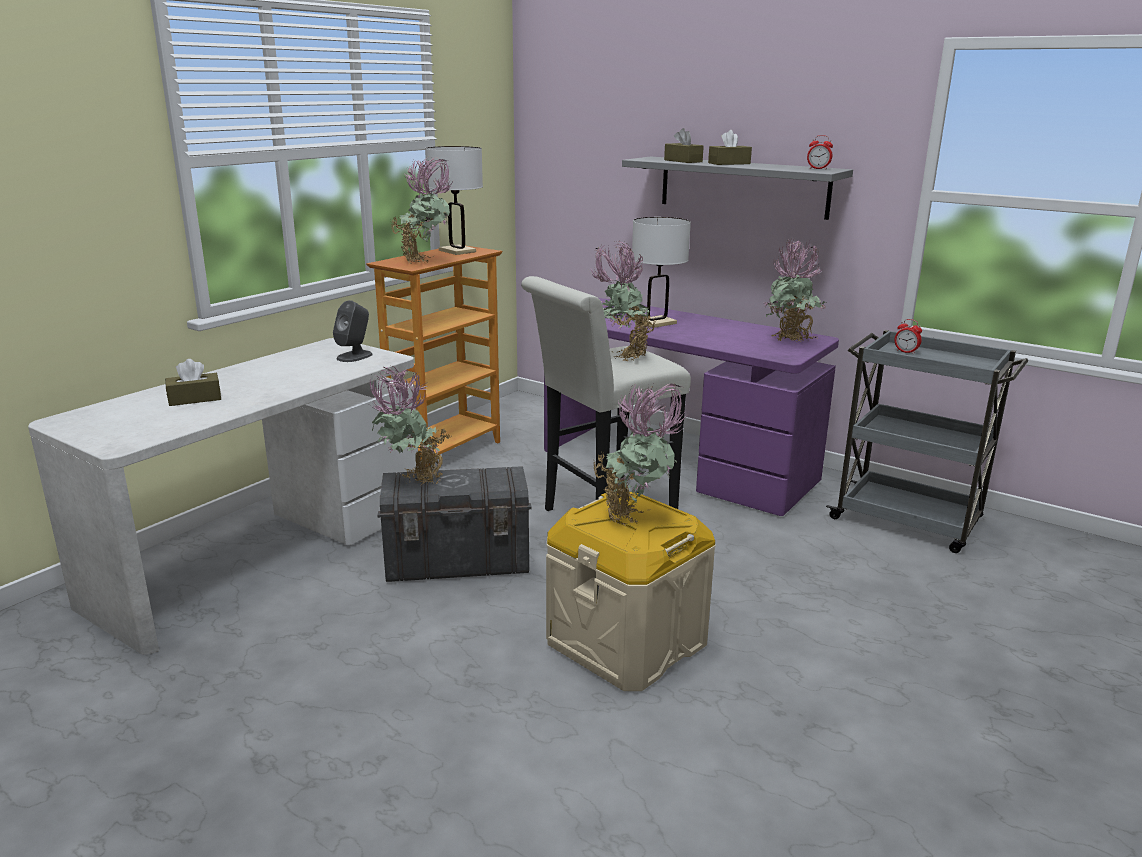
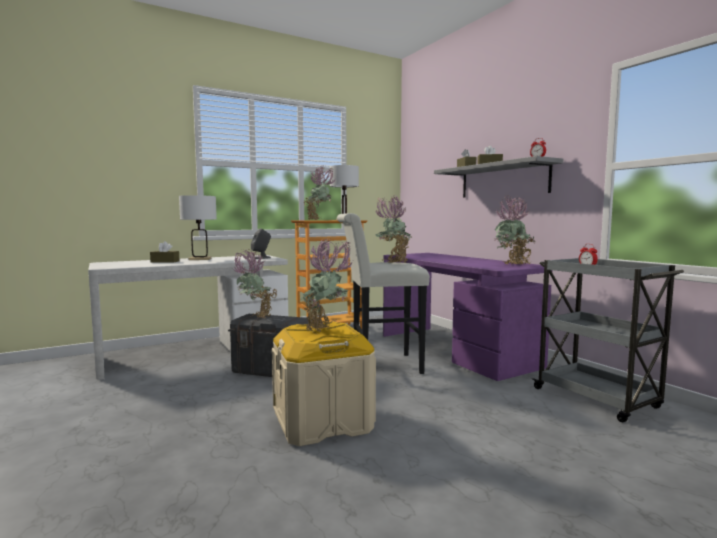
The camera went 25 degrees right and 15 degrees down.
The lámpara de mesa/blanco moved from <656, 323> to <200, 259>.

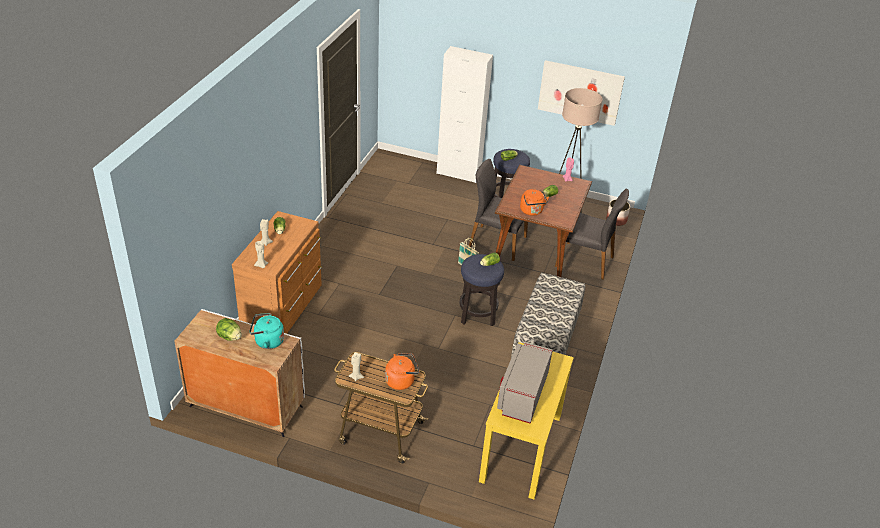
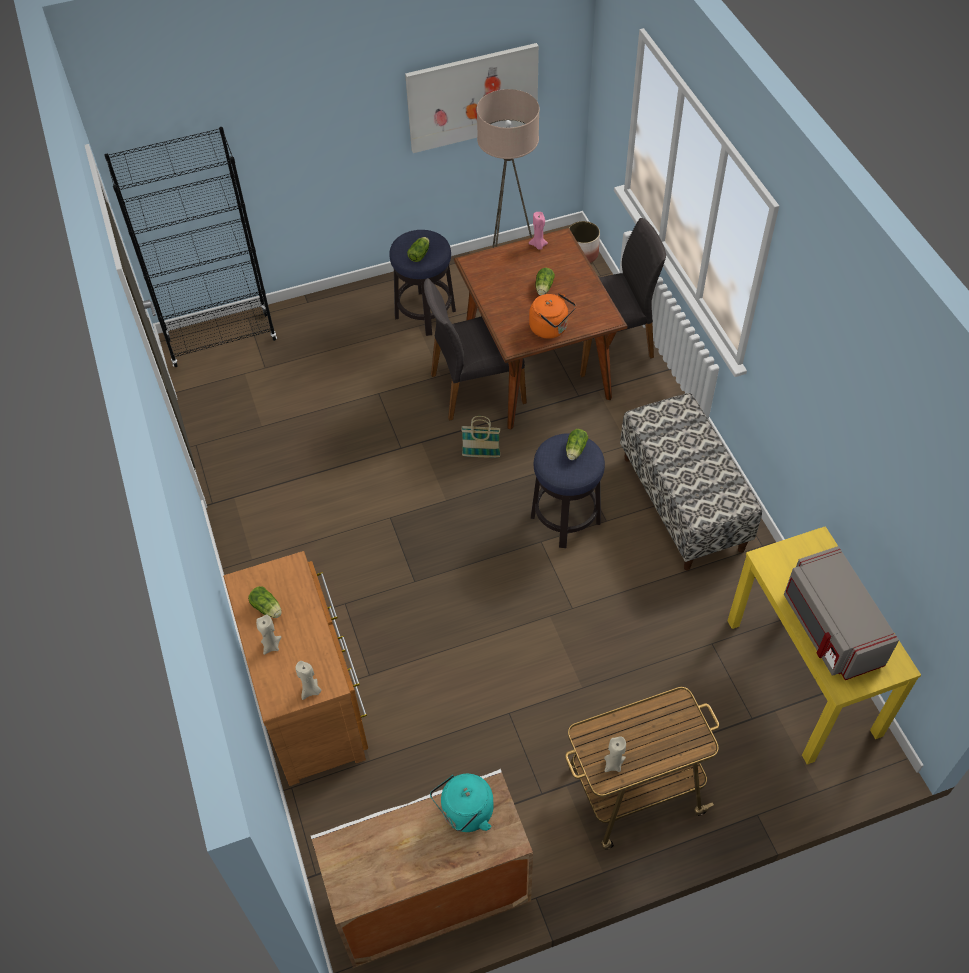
The camera went 35 degrees left and 15 degrees up.
The armario/blanco at <458, 173> disappeared.
The lechuga at <229, 337> disappeared.
The hervidor/naranja at <401, 380> disappeared.
The estantería/negro at <221, 339> appeared.

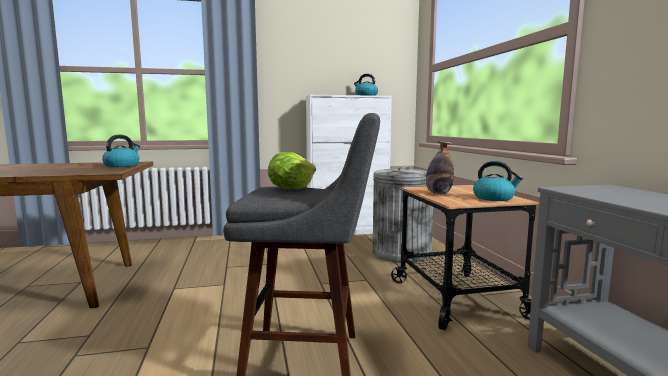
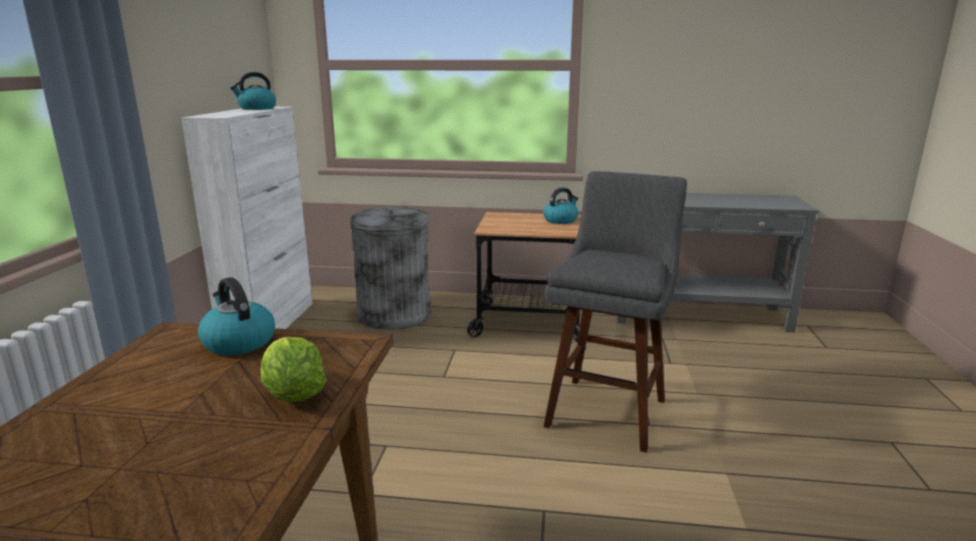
The camera went 70 degrees left and 10 degrees up.
The botella at <438, 193> disappeared.
The lechuga moved from <291, 188> to <293, 394>.

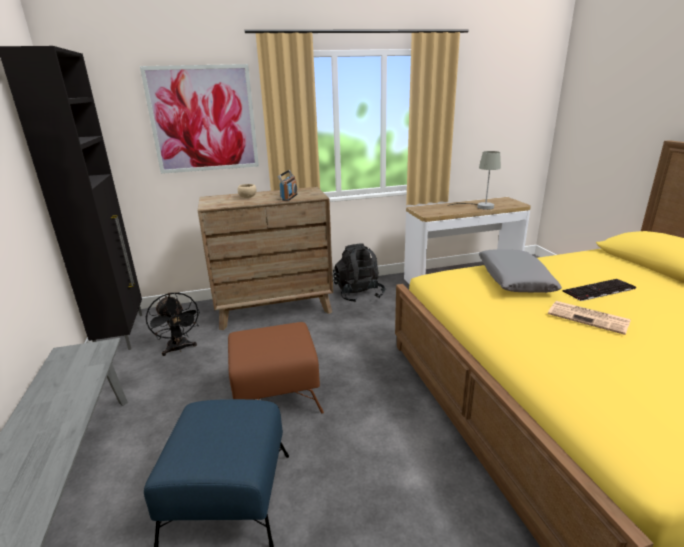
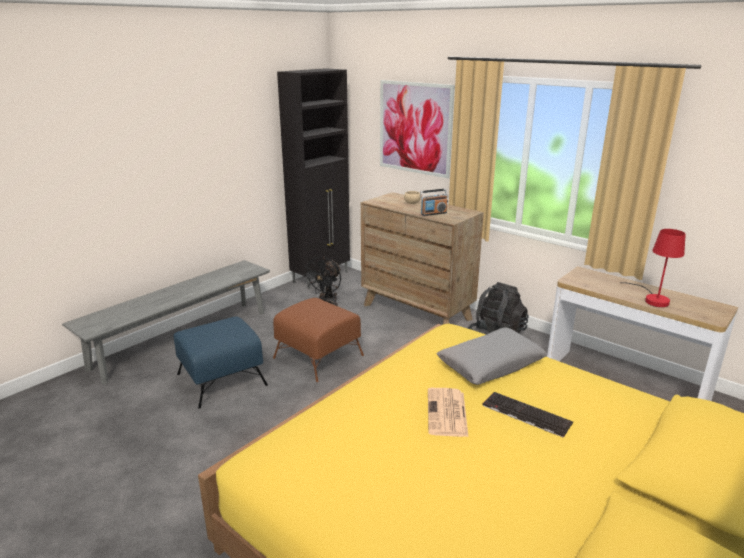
The camera went 55 degrees right and 0 degrees up.
The lámpara de mesa/gris at <480, 207> became the lámpara de mesa/rojo at <653, 299>.

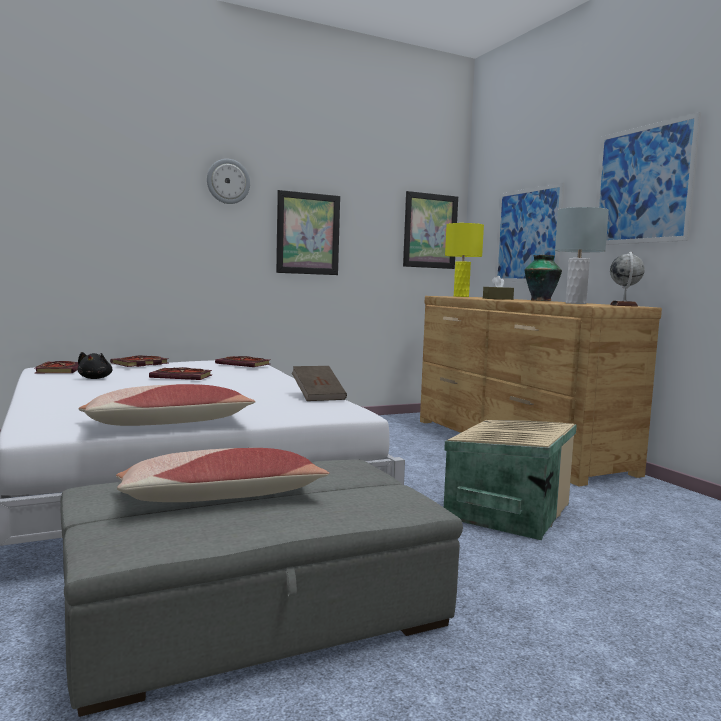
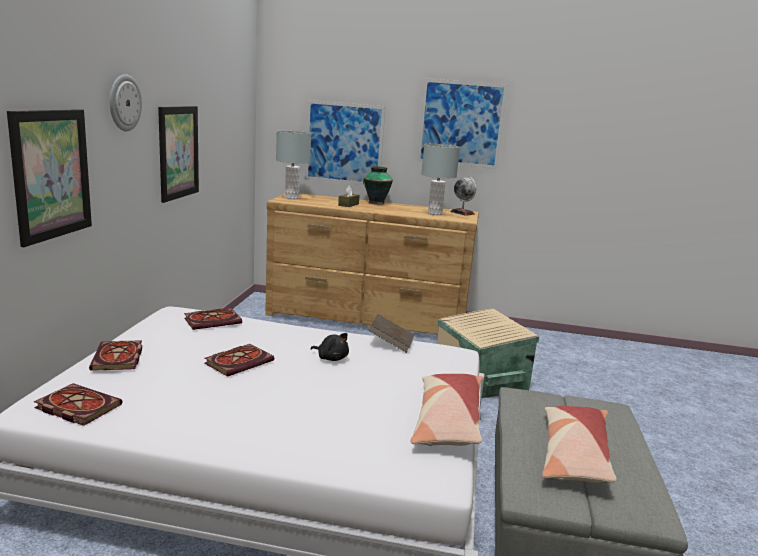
The camera went 55 degrees left and 10 degrees up.
The cuadro moved from <430, 231> to <52, 174>.
The lámpara de mesa/amarillo at <461, 296> became the lámpara de mesa/gris at <292, 198>.
The peluche/negro moved from <95, 378> to <331, 358>.

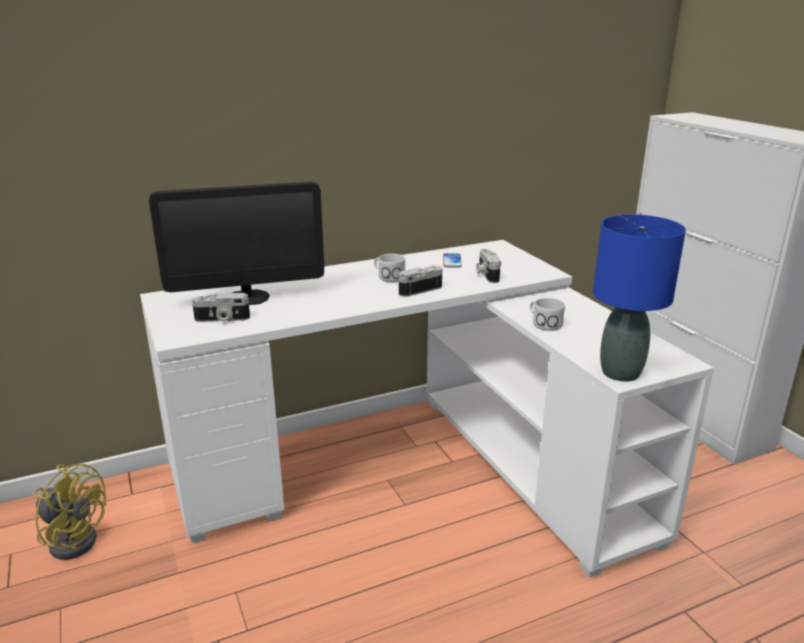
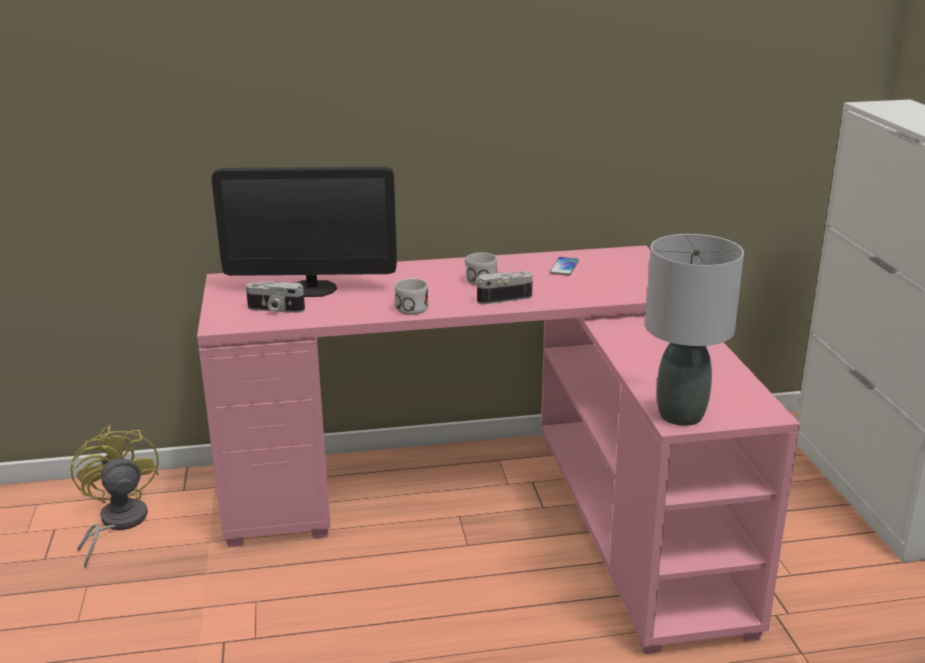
The camera went 15 degrees right and 0 degrees up.
The lámpara de mesa/azul at <619, 372> became the lámpara de mesa/gris at <680, 415>.
The escritorio/blanco at <418, 466> became the escritorio/rosa at <500, 506>.
The cámara at <486, 274> disappeared.
The taza grande/blanco moved from <543, 323> to <410, 306>.
The ventilador/amarillo at <74, 538> turned 150 degrees counterclockwise.

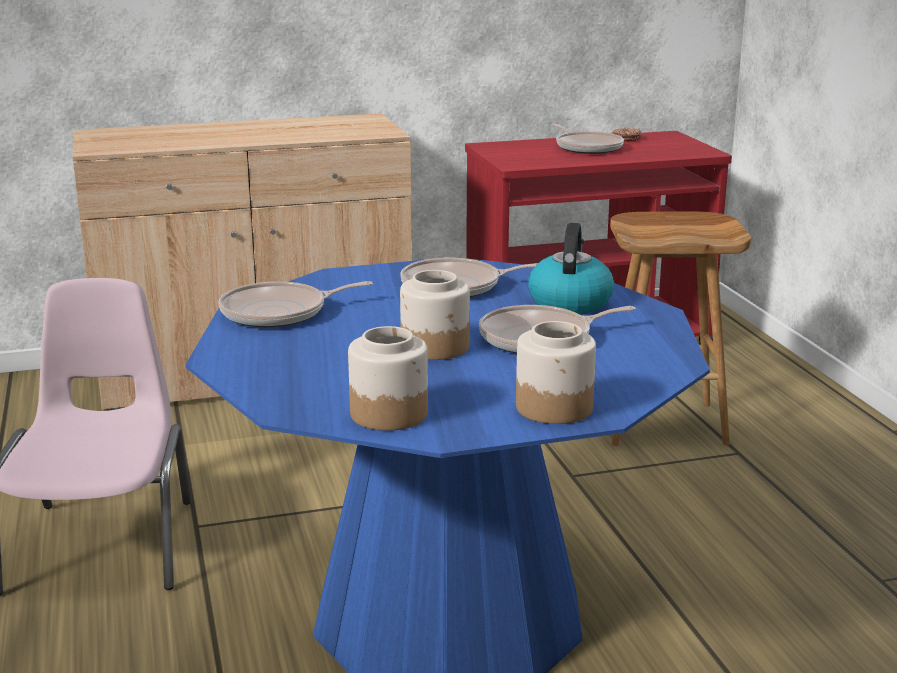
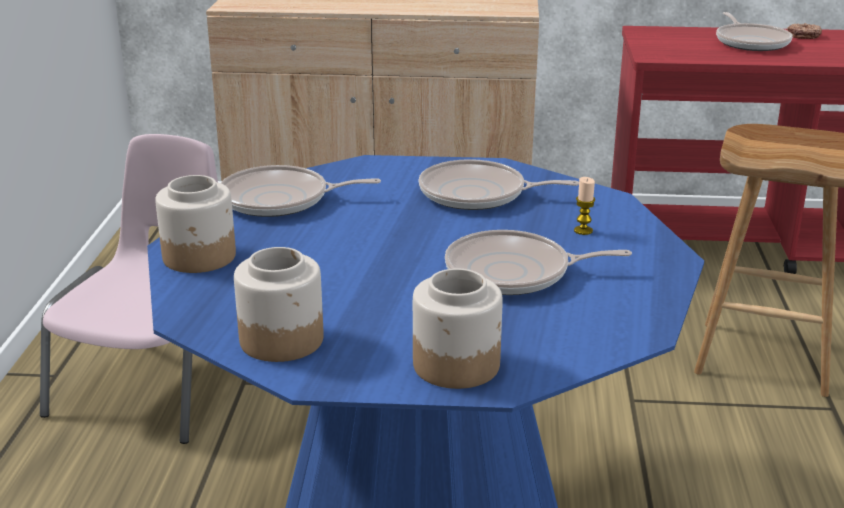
The camera went 20 degrees right and 5 degrees up.
The hervidor at <569, 302> was replaced by the vela at <583, 230>.
The tarro moved from <436, 347> to <200, 257>.

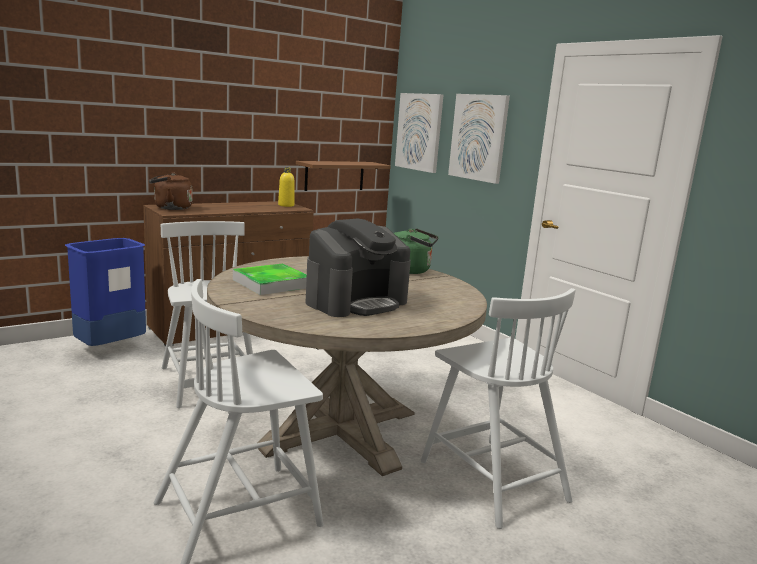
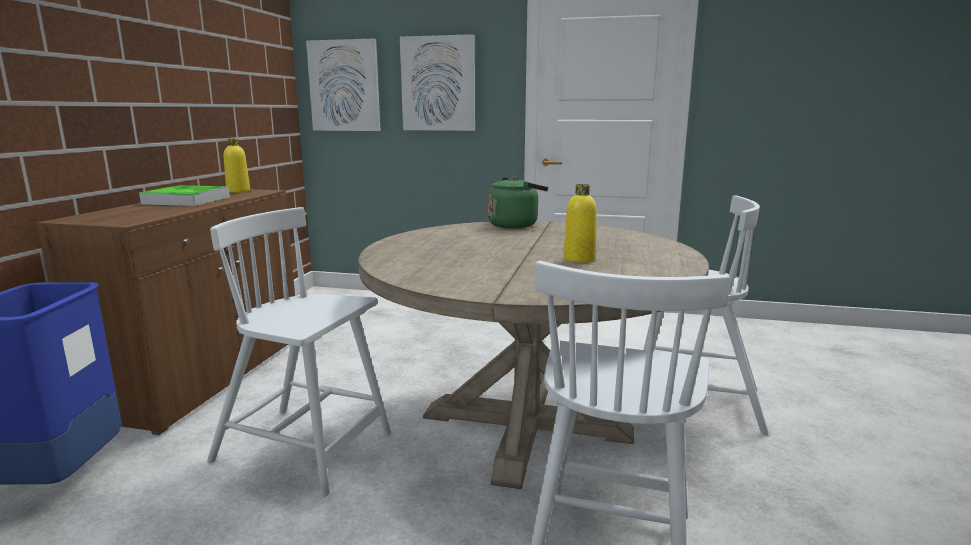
The camera went 40 degrees left and 0 degrees up.
The estante/marrón at <334, 175> disappeared.
The hervidor/marrón at <170, 208> disappeared.
The cafetera at <356, 302> was replaced by the botella/amarillo at <579, 259>.
The bandeja moved from <271, 283> to <187, 200>.

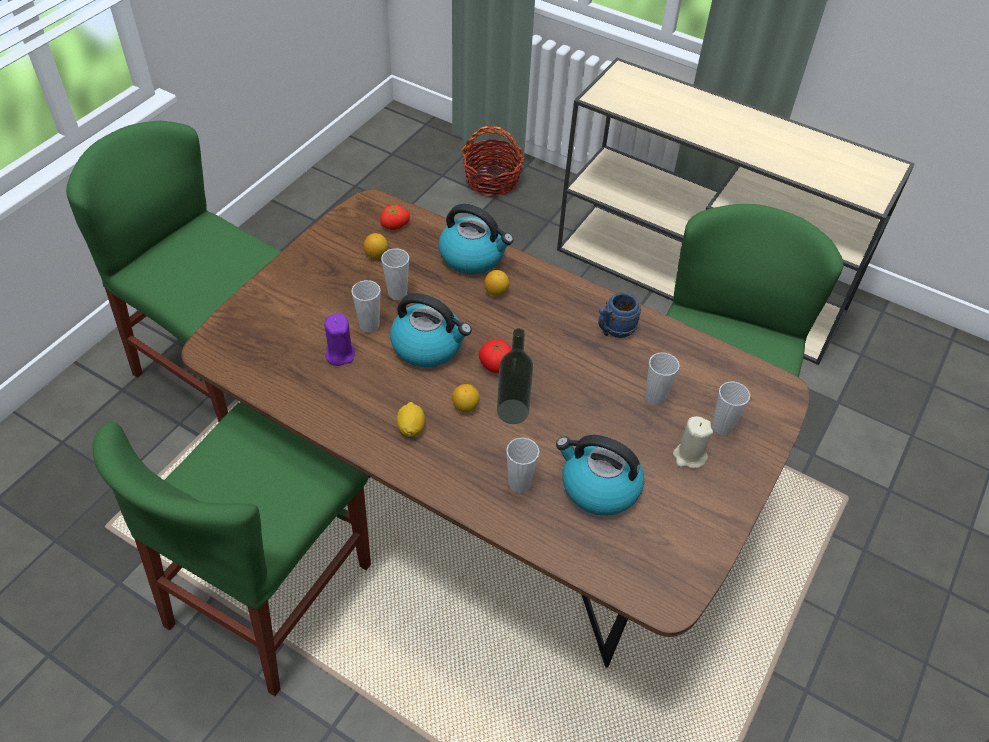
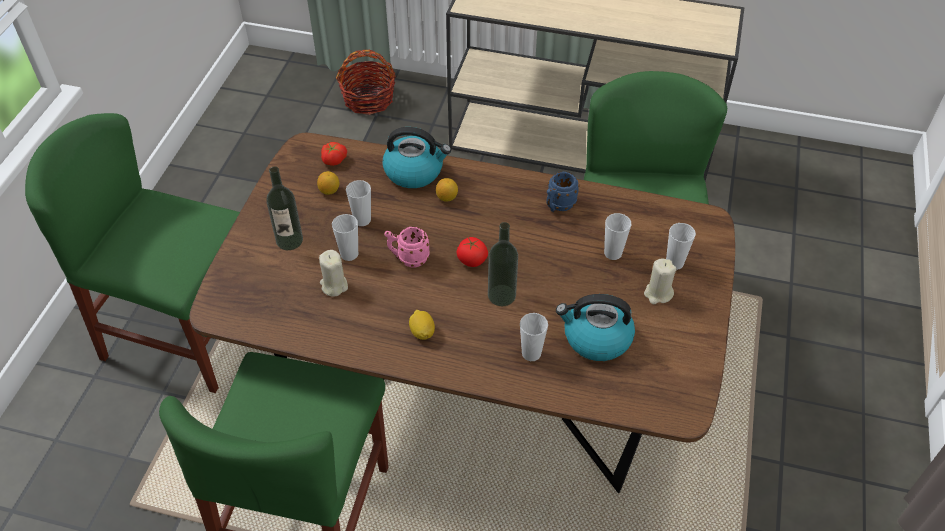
The camera went 15 degrees left and 0 degrees up.
The hervidor at <429, 346> was replaced by the taza grande/rosa at <408, 258>.
The vela/morado at <340, 354> became the vela/beis at <334, 285>.
The limón at <465, 407> disappeared.
The botella at <289, 240> appeared.

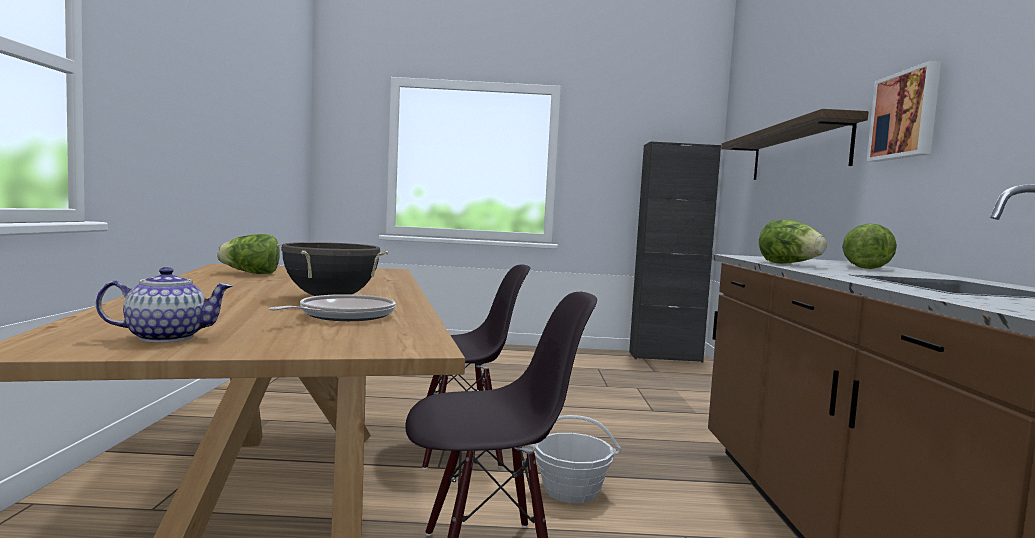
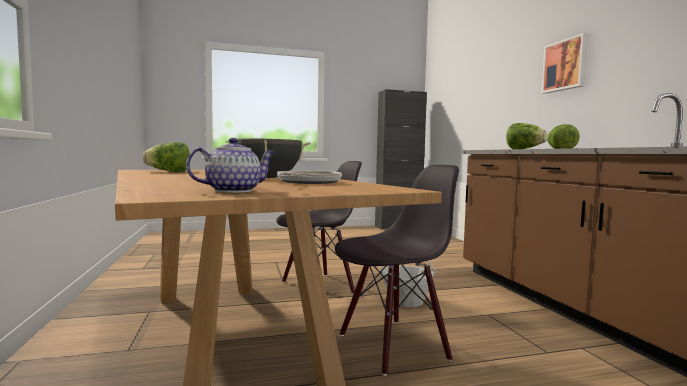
The camera went 15 degrees left and 0 degrees up.
The estante at <797, 152> disappeared.

